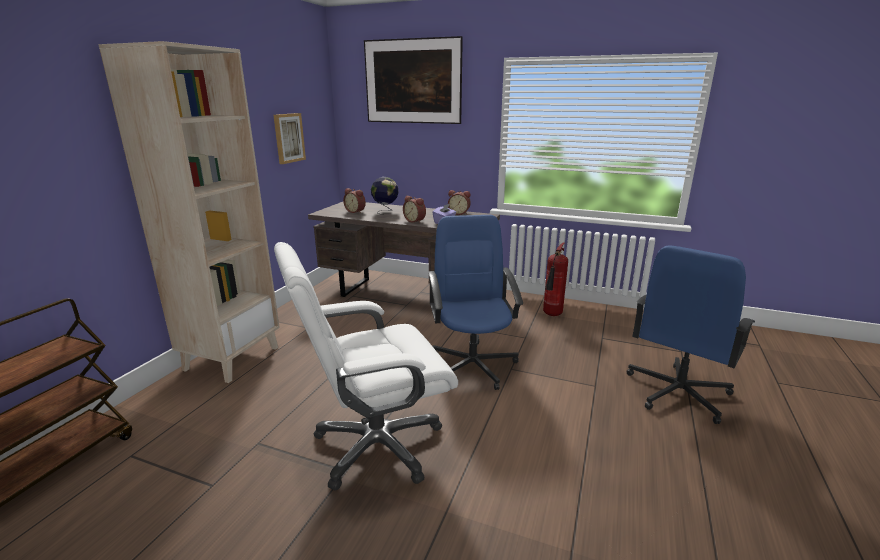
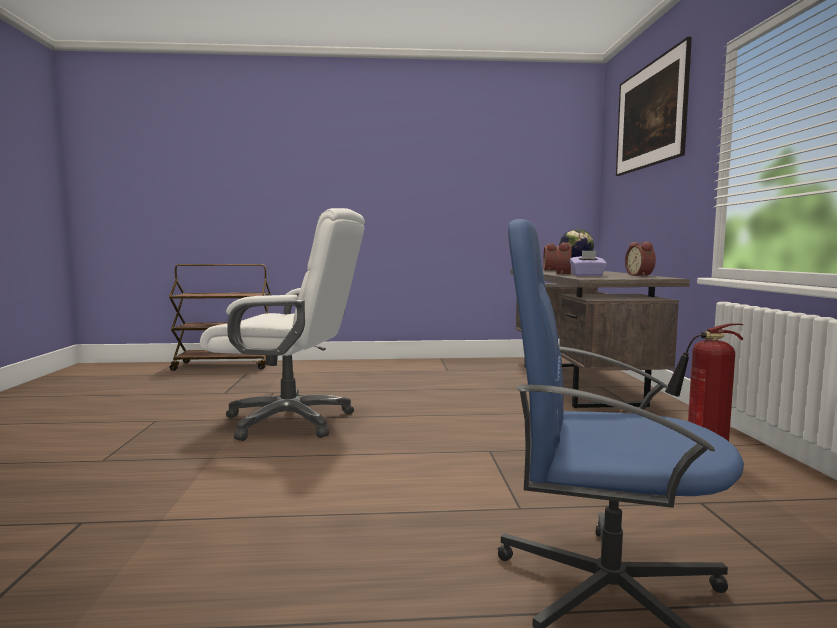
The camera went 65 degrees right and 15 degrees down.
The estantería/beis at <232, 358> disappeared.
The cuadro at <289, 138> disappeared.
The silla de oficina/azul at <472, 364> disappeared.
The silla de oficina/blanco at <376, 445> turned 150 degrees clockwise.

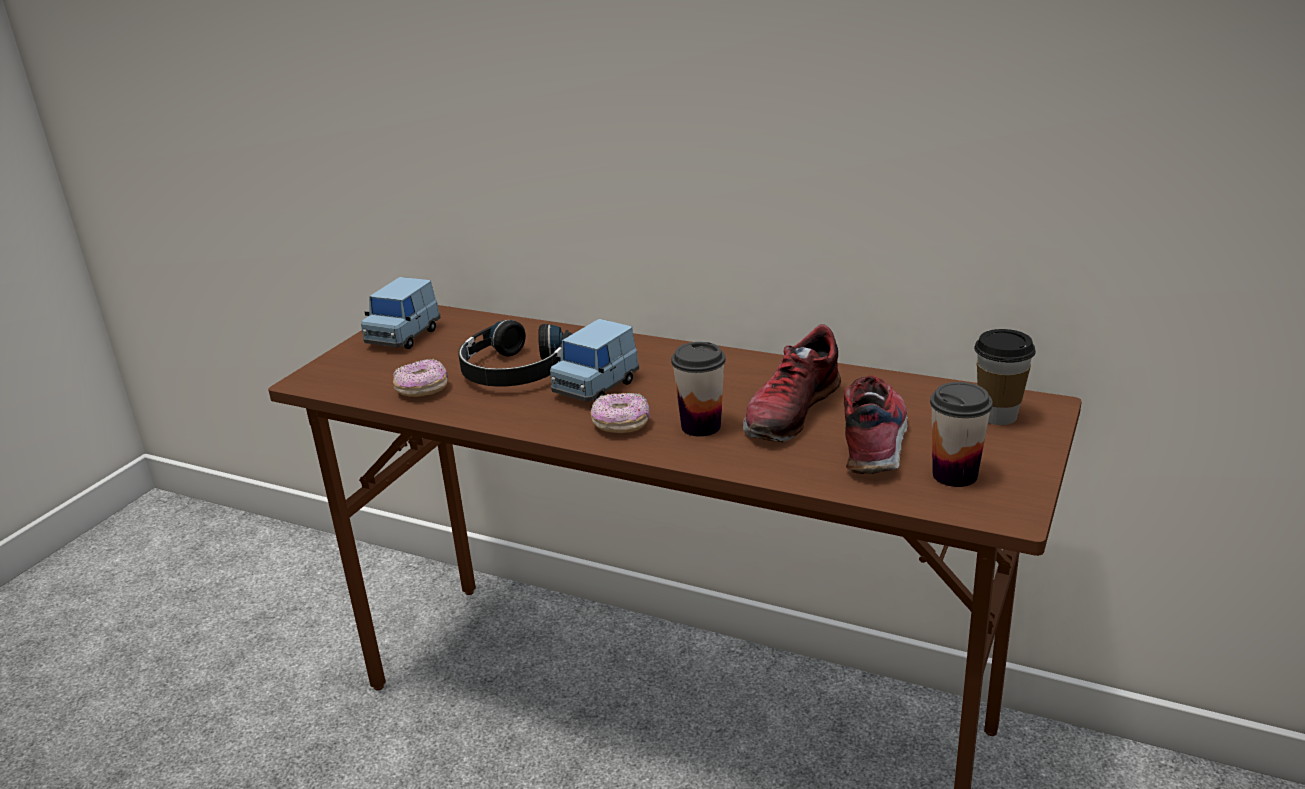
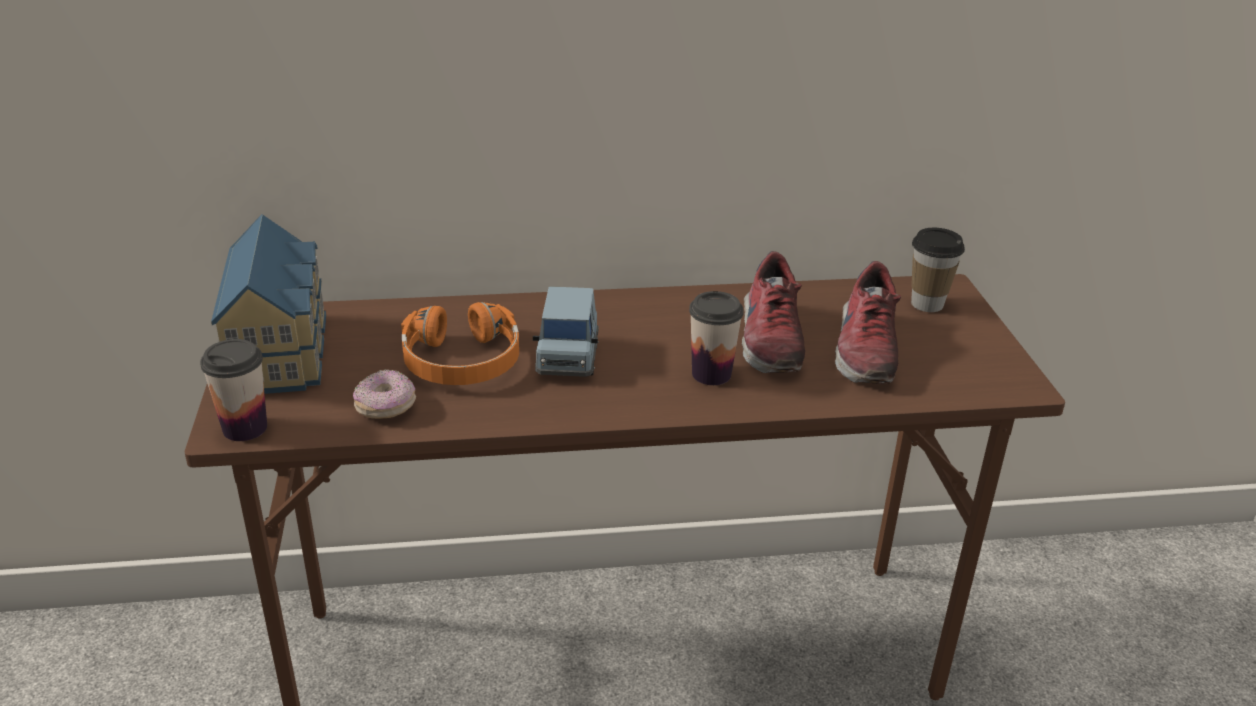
The camera went 35 degrees left and 5 degrees up.
The coche de juguete/azul at <403, 336> was replaced by the casita at <283, 350>.
The auriculares/negro at <514, 371> became the auriculares/naranja at <462, 361>.
The zapato at <875, 439> turned 150 degrees counterclockwise.
The taza moved from <955, 475> to <245, 428>.
The rosquilla at <621, 425> disappeared.

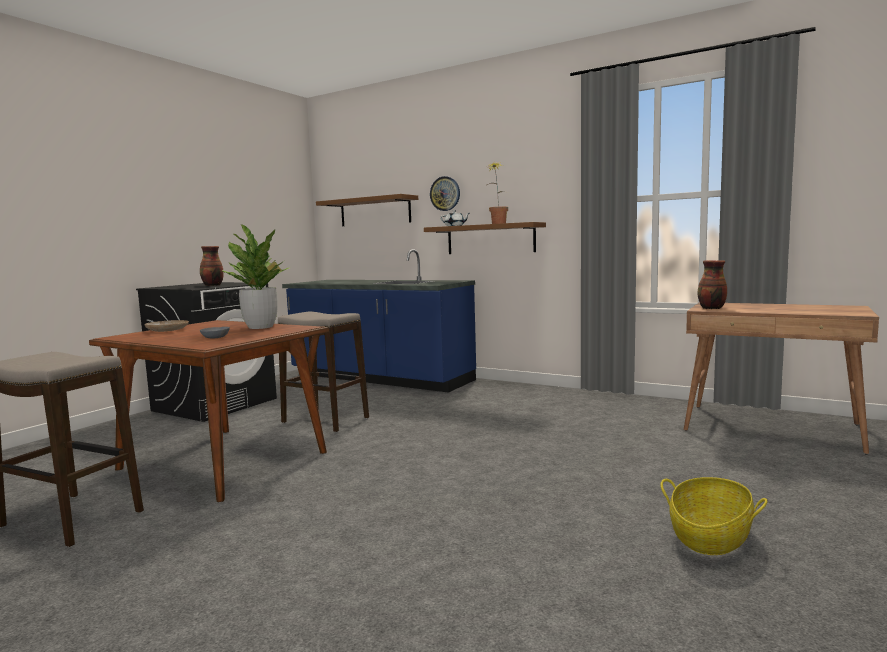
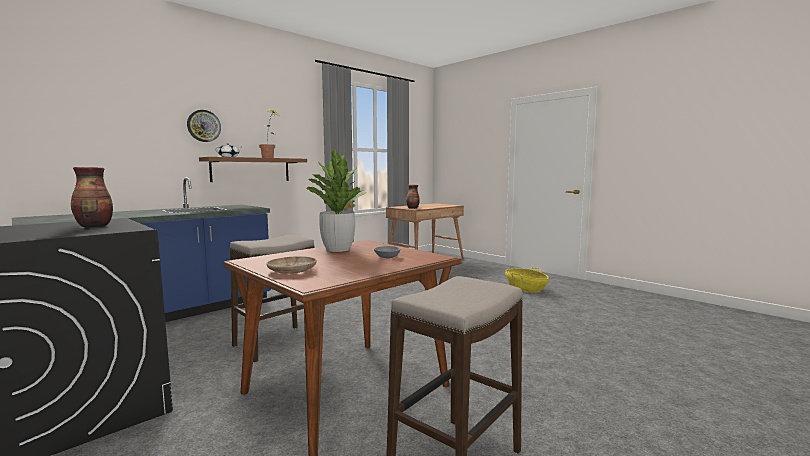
The camera went 75 degrees left and 0 degrees up.
The estante/marrón at <375, 211> disappeared.

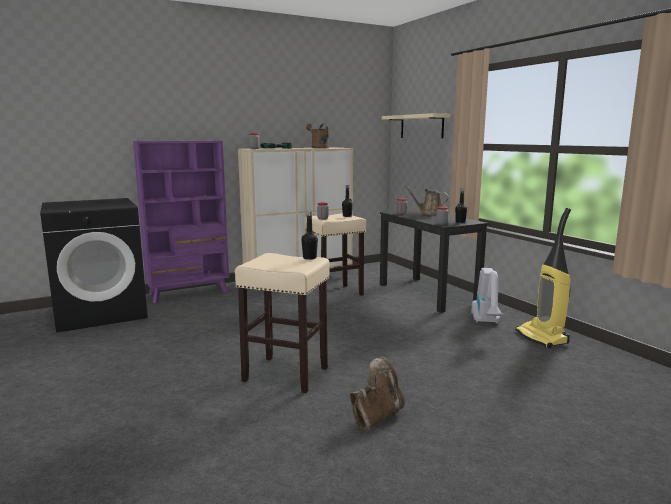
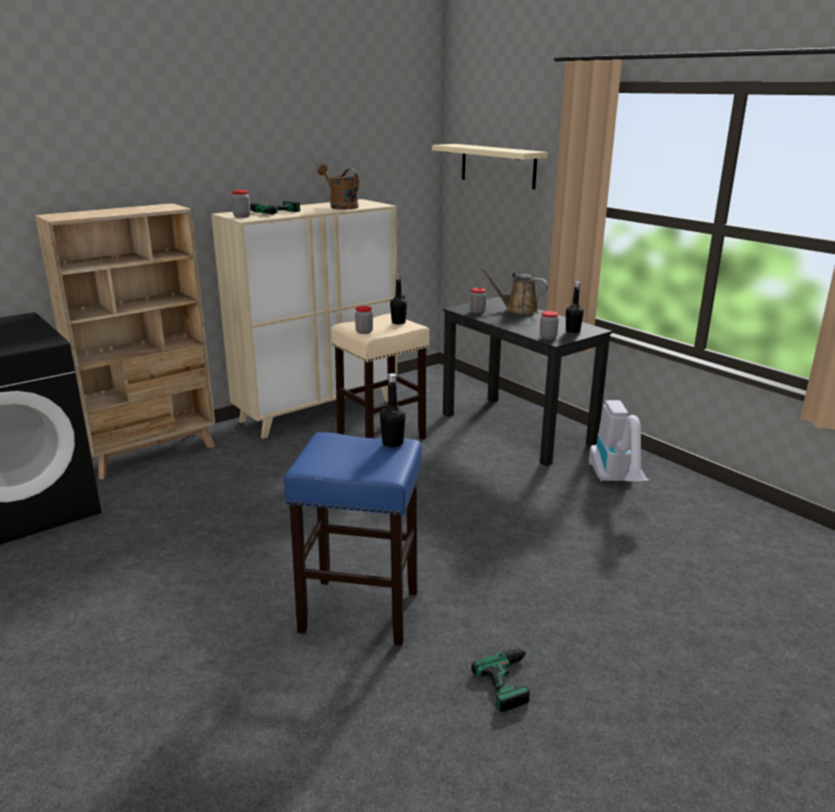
The camera went 10 degrees left and 10 degrees up.
The estantería/morado at <189, 293> became the estantería/beis at <152, 454>.
The aspiradora at <542, 338> disappeared.
The taburete/beis at <287, 374> became the taburete/azul at <361, 611>.
The bota/marrón at <376, 416> was replaced by the taladro at <516, 680>.

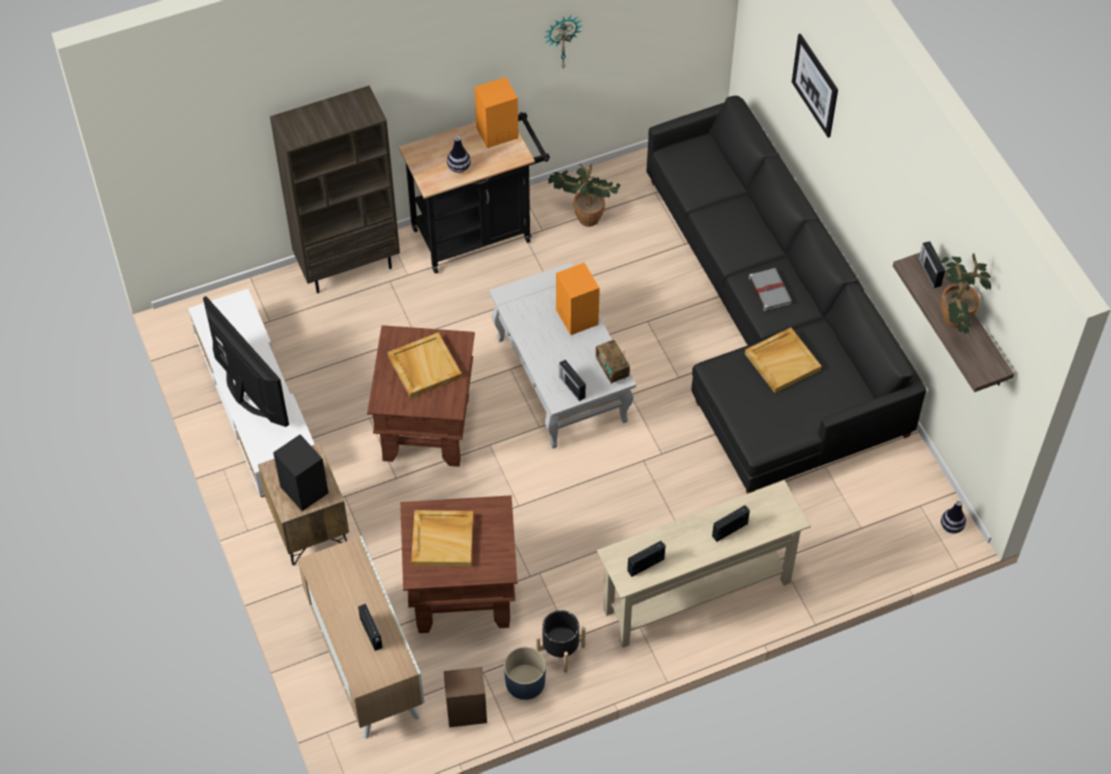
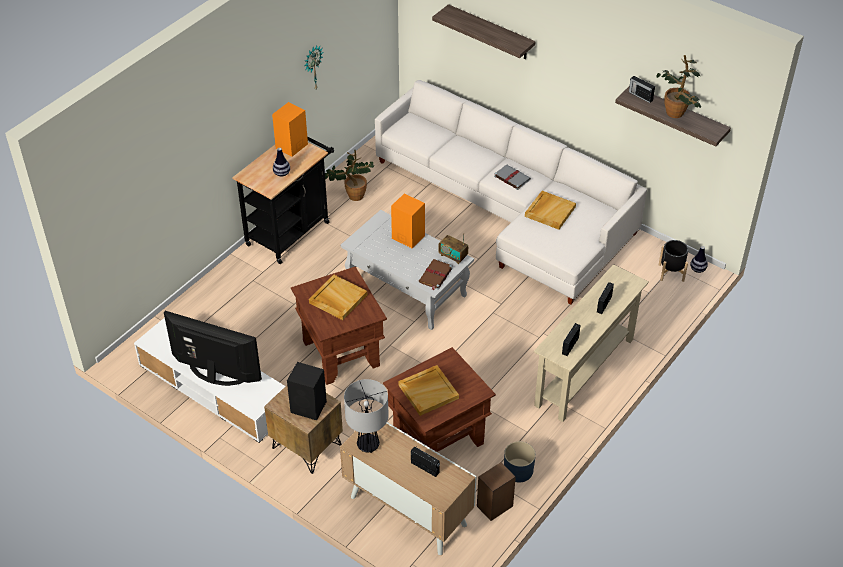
The camera went 30 degrees left and 10 degrees down.
The cuadro at <815, 85> was replaced by the estante at <490, 33>.
The estantería/marrón at <348, 265> disappeared.
The sofá/negro at <770, 327> became the sofá/blanco at <511, 210>.
The radio at <571, 386> was replaced by the libro/marrón at <435, 275>.
The maceta/negro moved from <560, 650> to <671, 272>.
The lámpara de mesa at <368, 444> appeared.

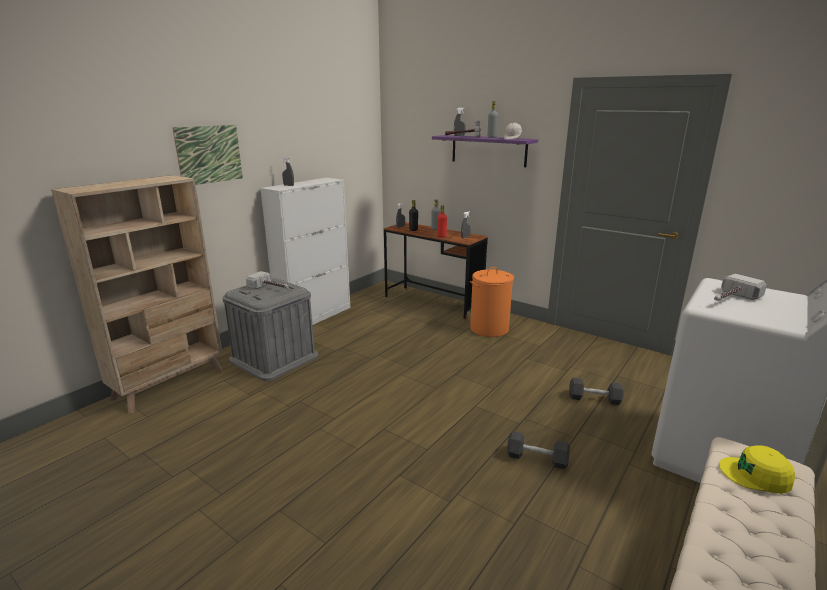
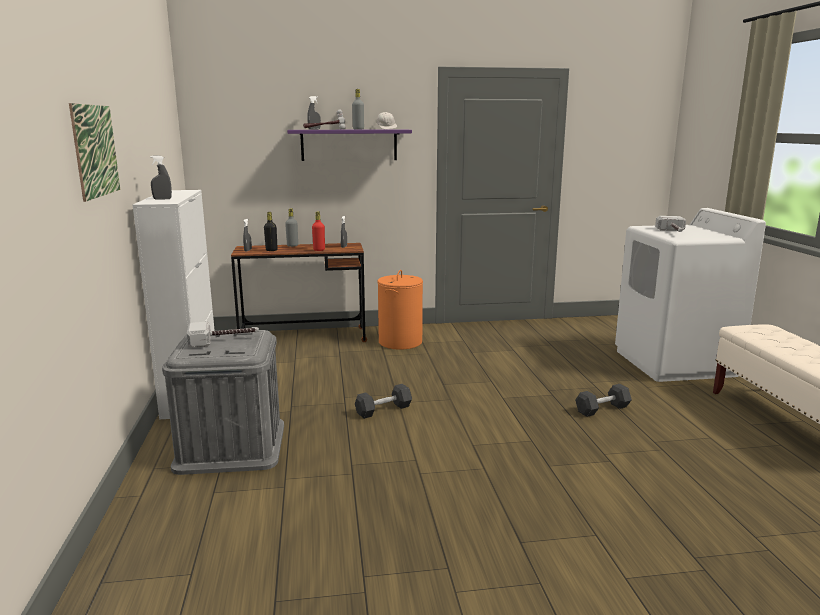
The camera went 45 degrees left and 5 degrees down.
The estantería/beis at <170, 384> disappeared.
The mancuerna/negro moved from <594, 399> to <383, 410>.
The gorra/amarillo at <755, 475> disappeared.

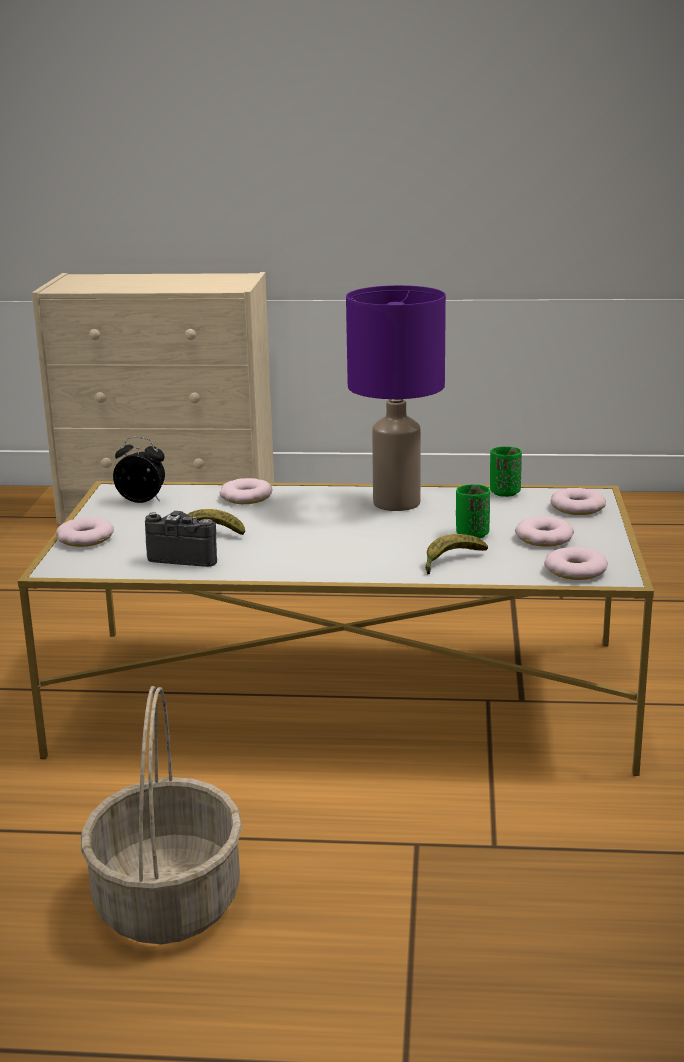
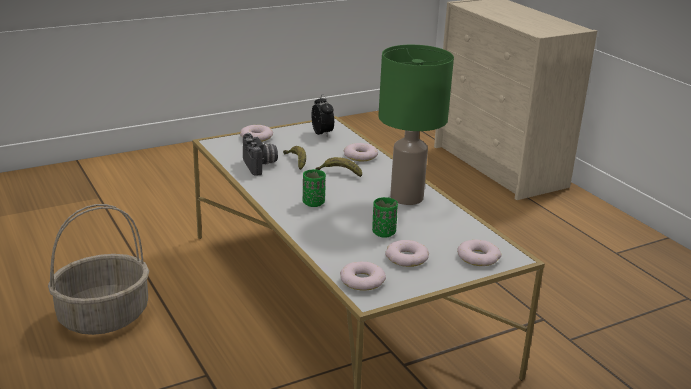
The camera went 55 degrees right and 5 degrees up.
The lámpara de mesa/morado at <395, 503> became the lámpara de mesa/verde at <405, 197>.
The taza/verde moved from <505, 492> to <313, 203>.
The plátano moved from <451, 561> to <339, 173>.

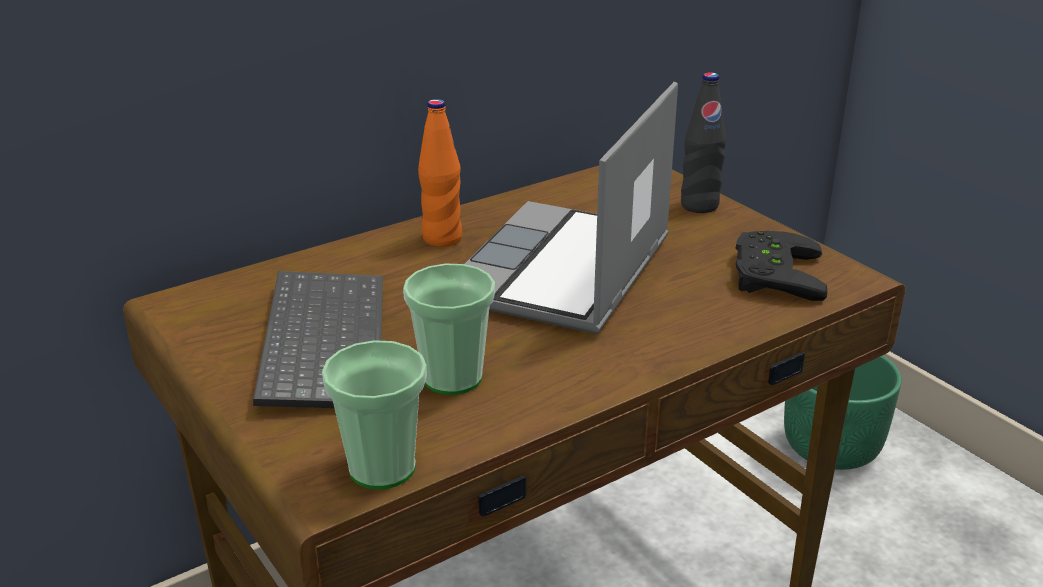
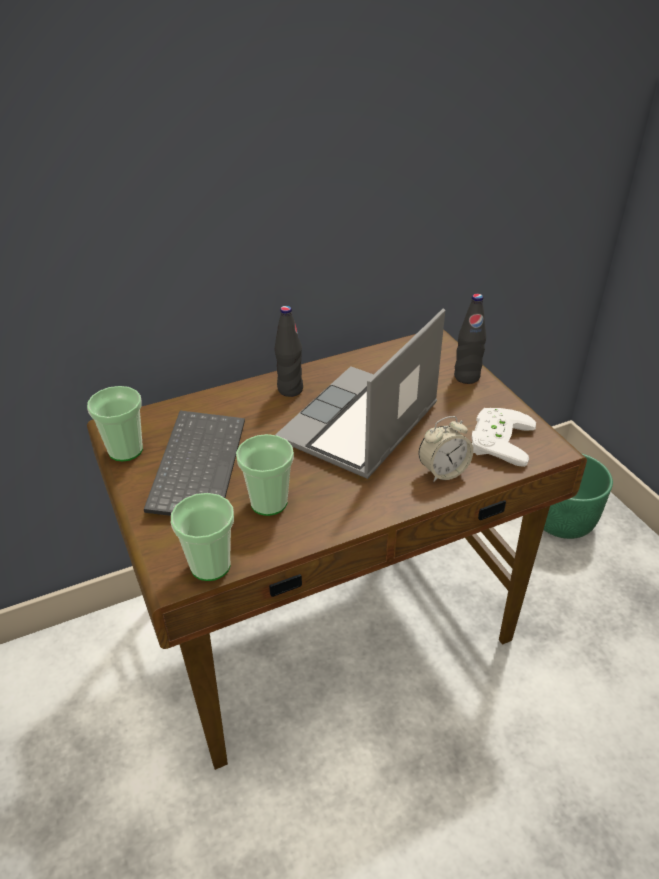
The camera went 10 degrees right and 10 degrees up.
The botella/naranja at <442, 238> became the botella/negro at <290, 389>.
The mando de consola/negro at <770, 273> became the mando de consola/blanco at <496, 439>.
The taza at <125, 450> appeared.
The despertador at <443, 471> appeared.

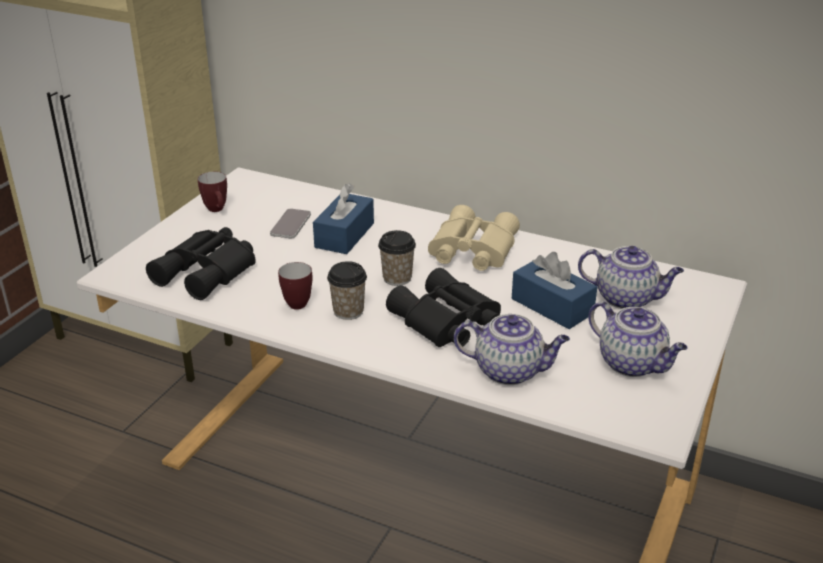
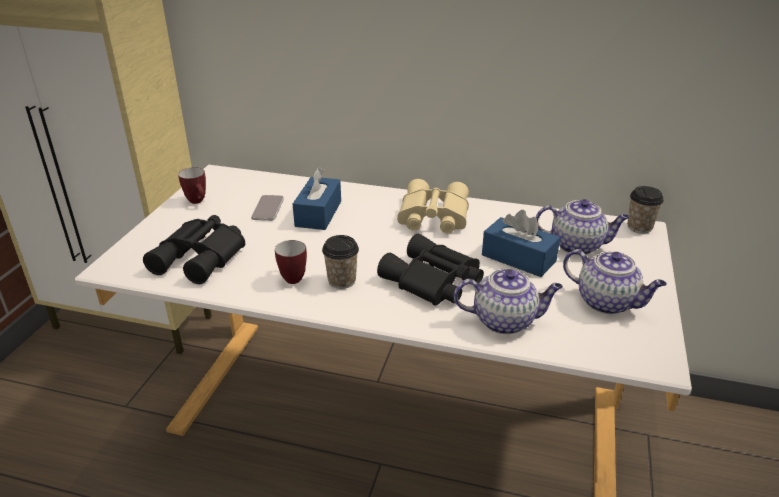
The camera went 10 degrees left and 0 degrees up.
The taza moved from <397, 278> to <639, 227>.

